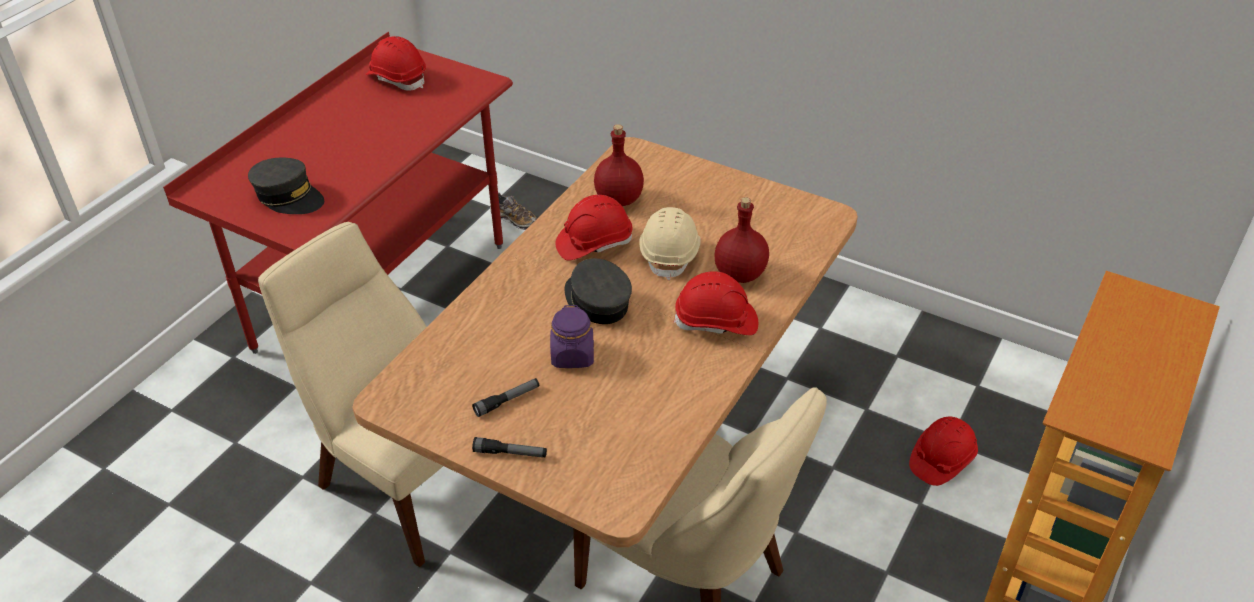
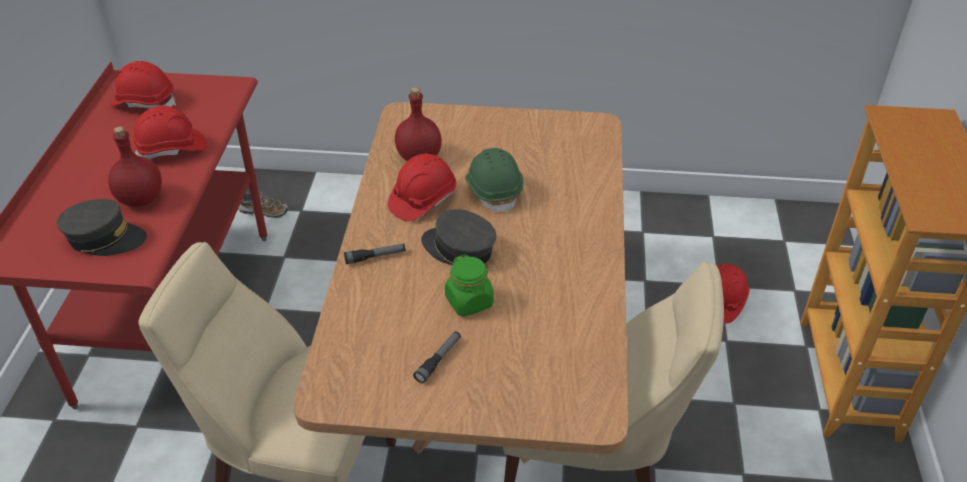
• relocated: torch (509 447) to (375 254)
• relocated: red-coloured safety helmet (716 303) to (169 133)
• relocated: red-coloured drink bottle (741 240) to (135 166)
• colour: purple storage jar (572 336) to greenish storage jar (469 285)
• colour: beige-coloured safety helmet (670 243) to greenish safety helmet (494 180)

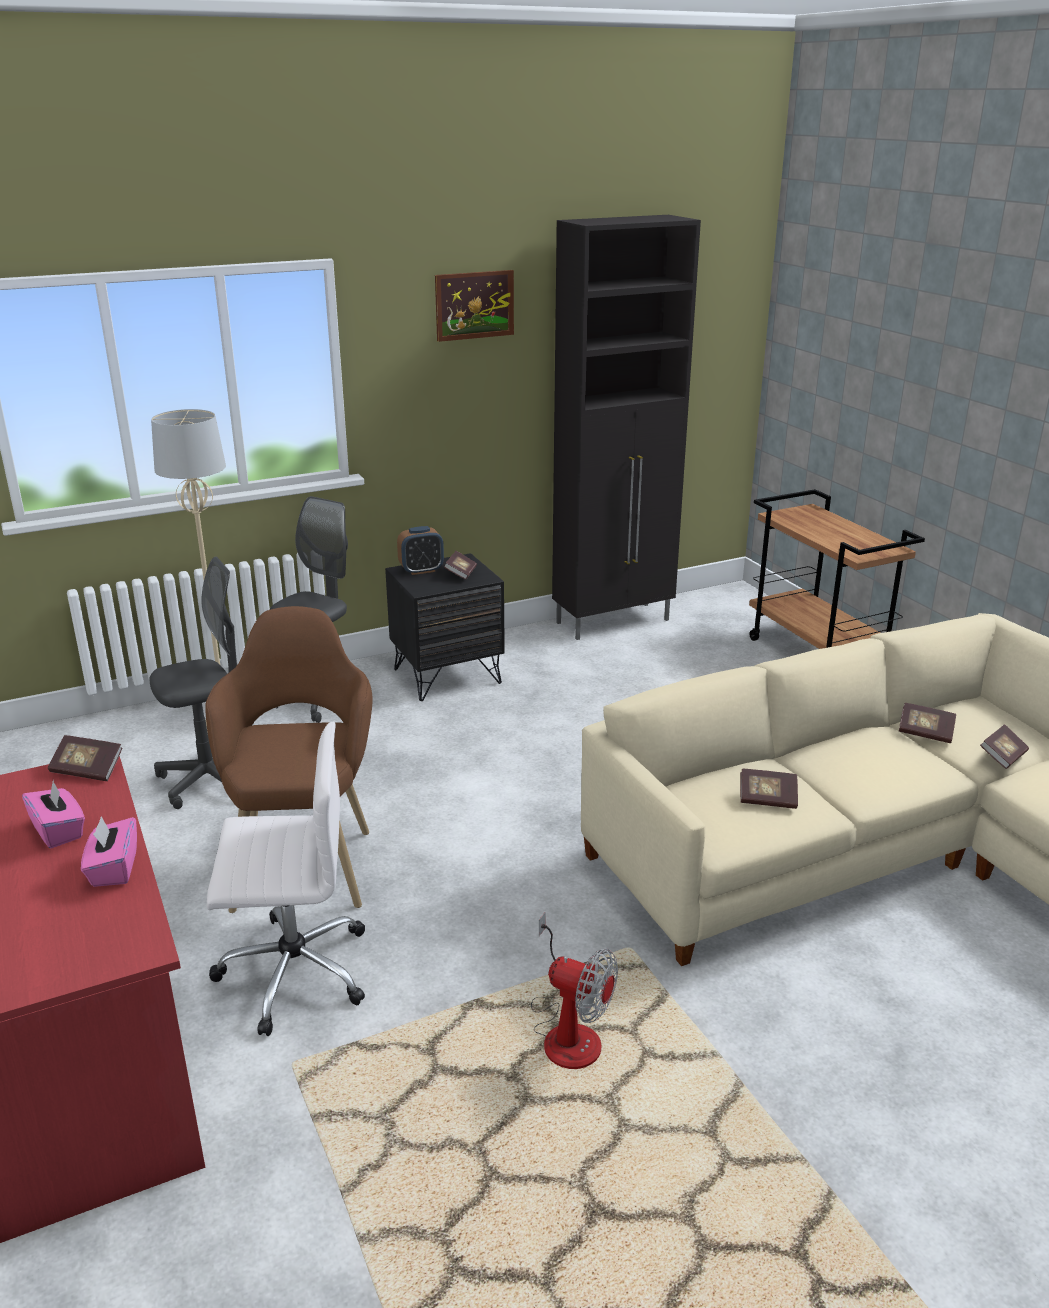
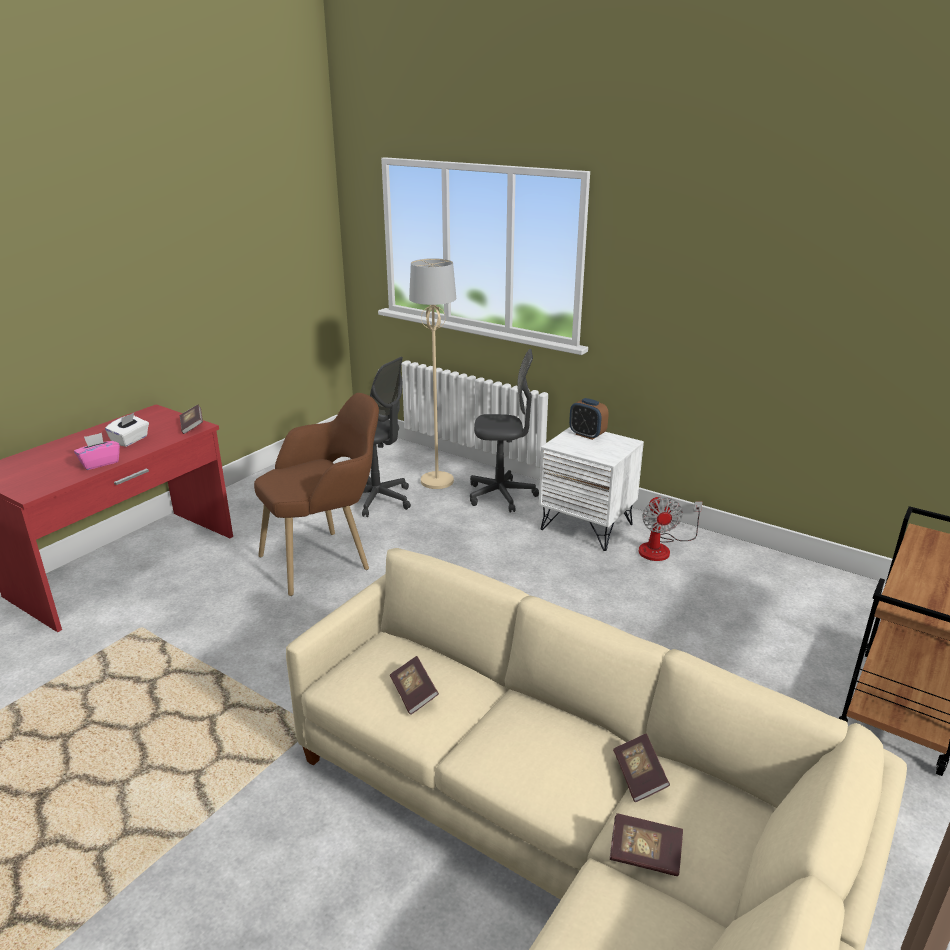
• missing: white-coloured office chair (286 878)
• missing: wall art (474 306)
• missing: bound book (460 565)
• missing: black cabinet (626 427)
• relocated: fan (574 990) to (670 528)
• colour: pink box of tissues (53 814) to white-coloured box of tissues (127 430)
• colour: black nightstand (445 627) to white-coloured nightstand (591 489)

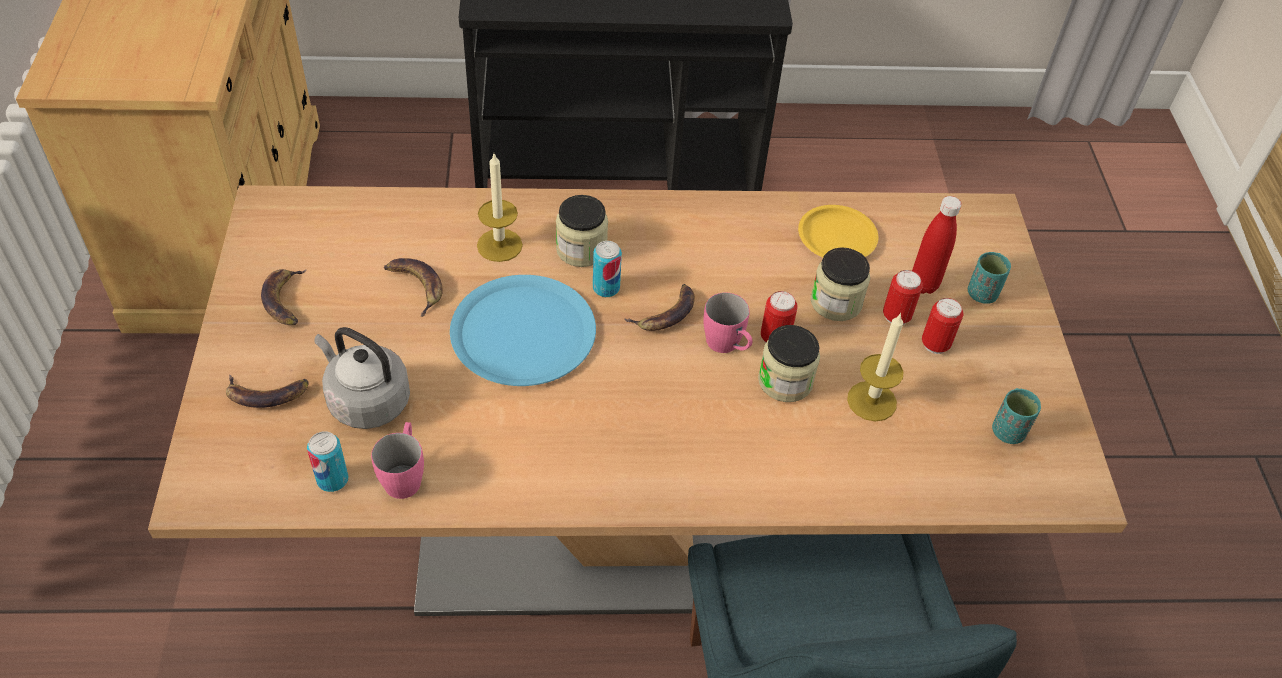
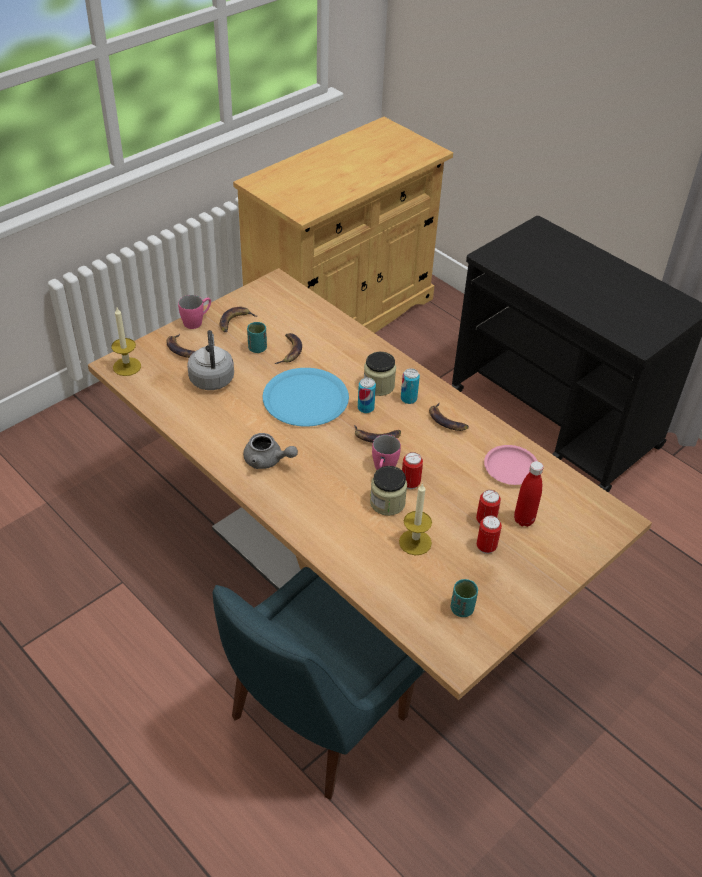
• missing: storage jar (840 284)
• appeared: greyish pot for tea (270 451)
• appeared: whole banana (449 417)
• relocated: sealed can (328 461) to (410 386)
• relocated: pink mug (397 460) to (194 312)
• relocated: candle (500 208) to (126 342)
• relocated: turquoise-coloured small cup (989 278) to (257 337)
• colour: yellow-coloured dinner plate (838 231) to pink dinner plate (511 465)

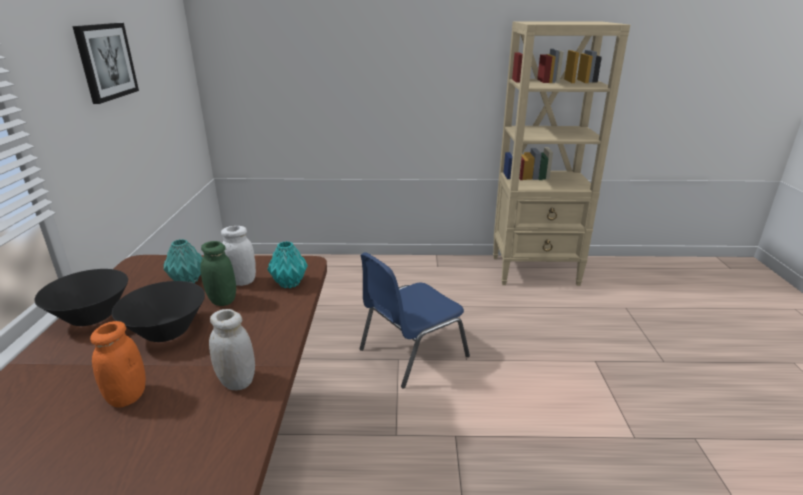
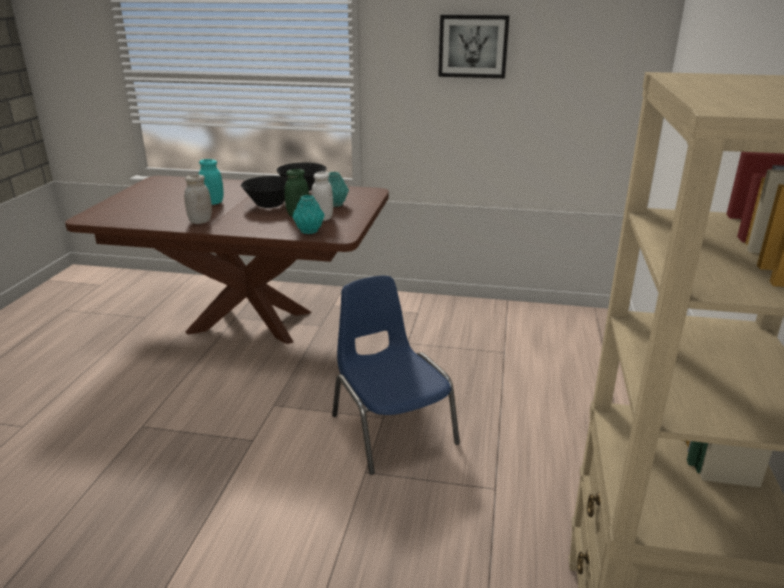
• colour: orange storage jar (118 364) to turquoise-coloured storage jar (211 182)

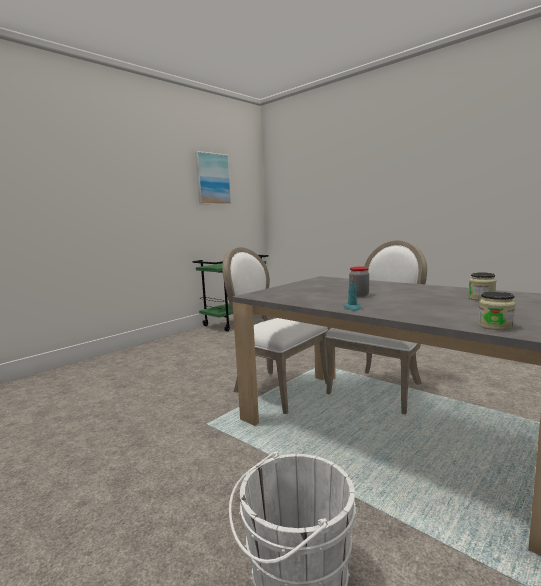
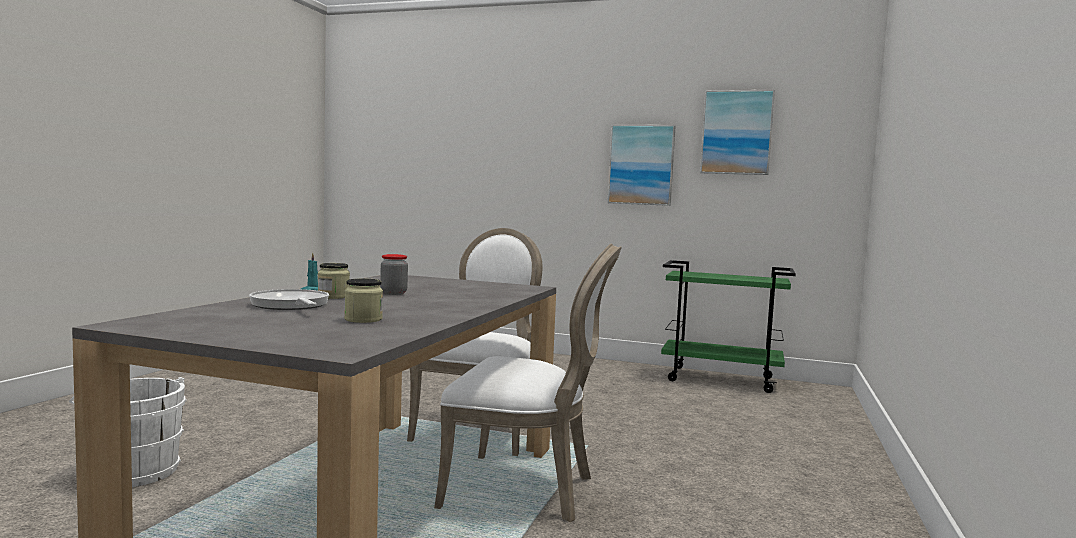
• appeared: frying pan (289 299)
• appeared: wall art (641 165)
• relocated: storage jar (497 310) to (334 281)

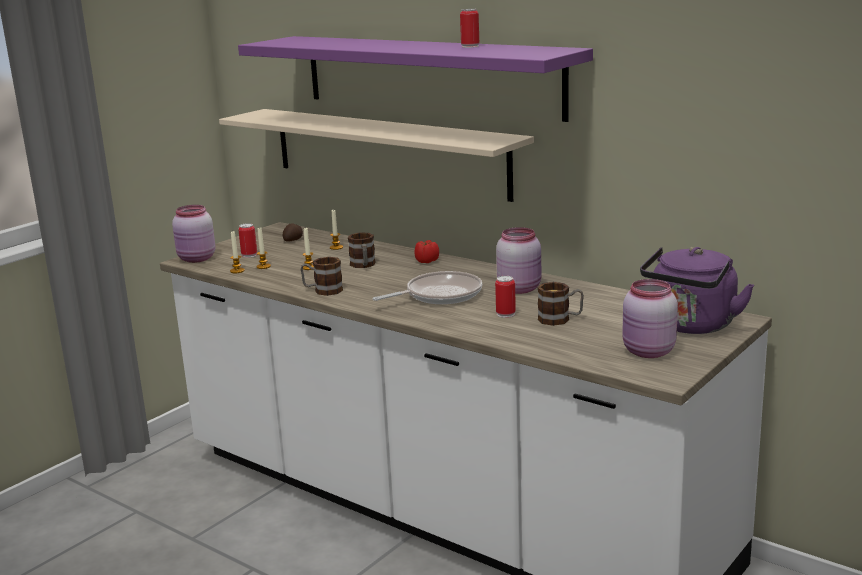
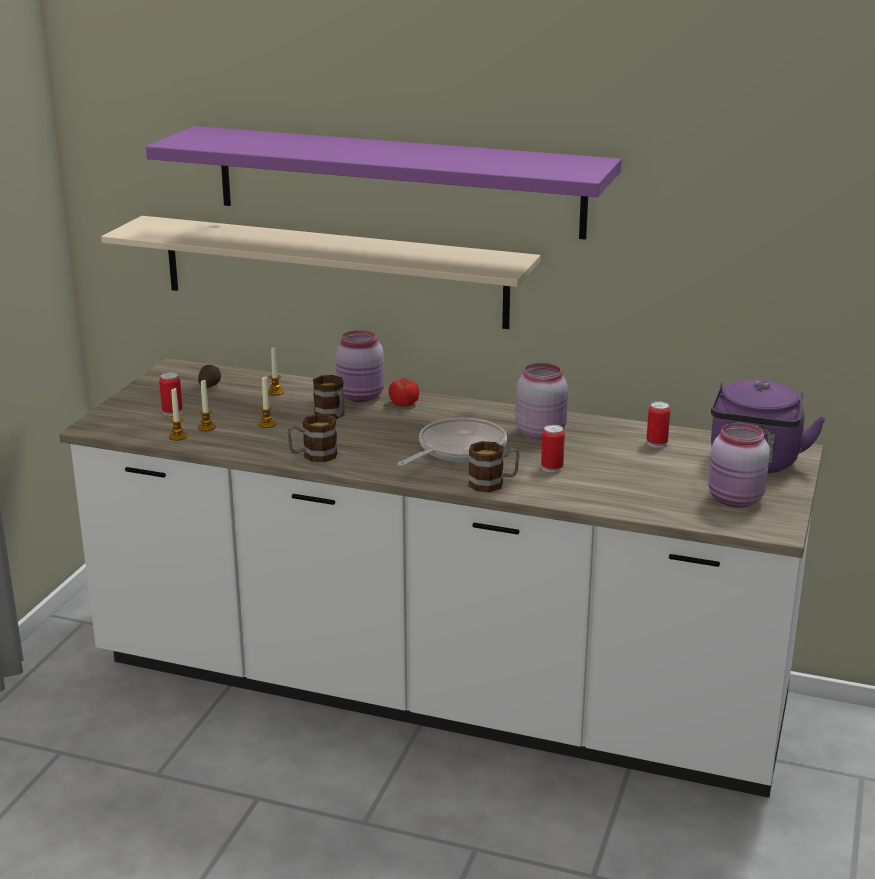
• relocated: pink storage jar (193 234) to (359 366)
• relocated: sealed can (469 28) to (658 424)
• relocated: mug (560 304) to (493 466)

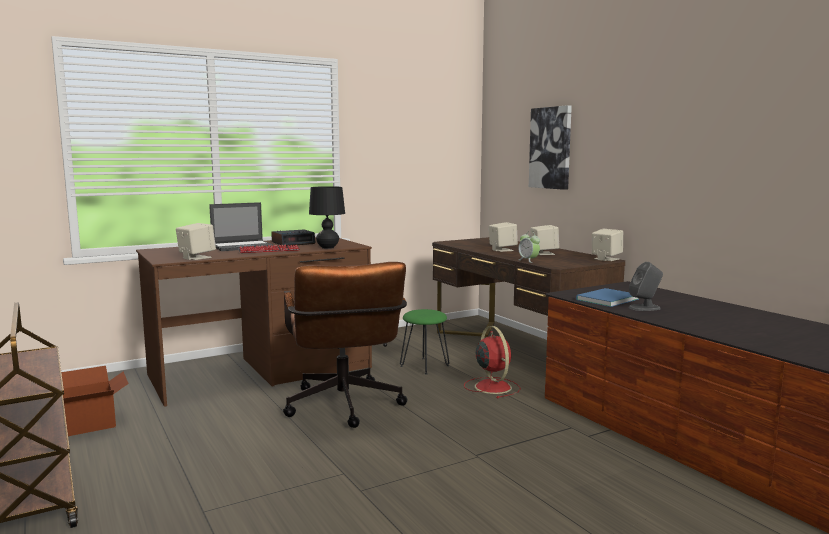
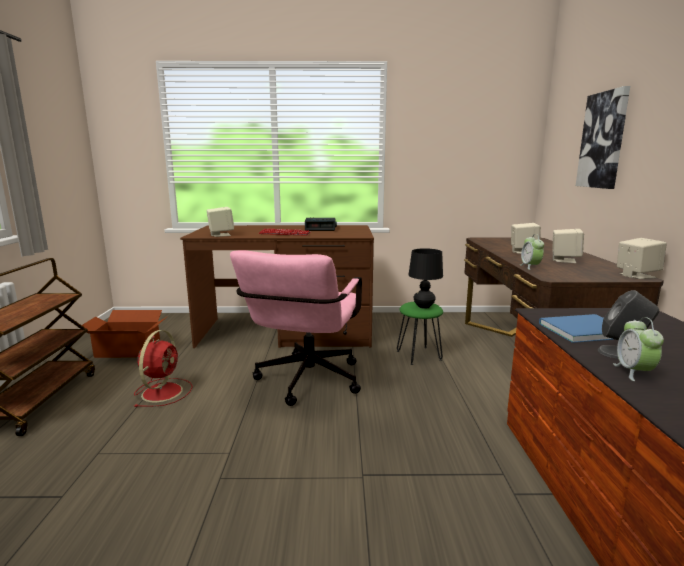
• missing: notebook computer (241 226)
• appeared: table clock (638 349)
• relocated: black table lamp (327 217) to (426 278)
• relocated: red-coloured fan (492 362) to (163 368)
• colour: brown-coloured office chair (345 345) to pink office chair (296 328)

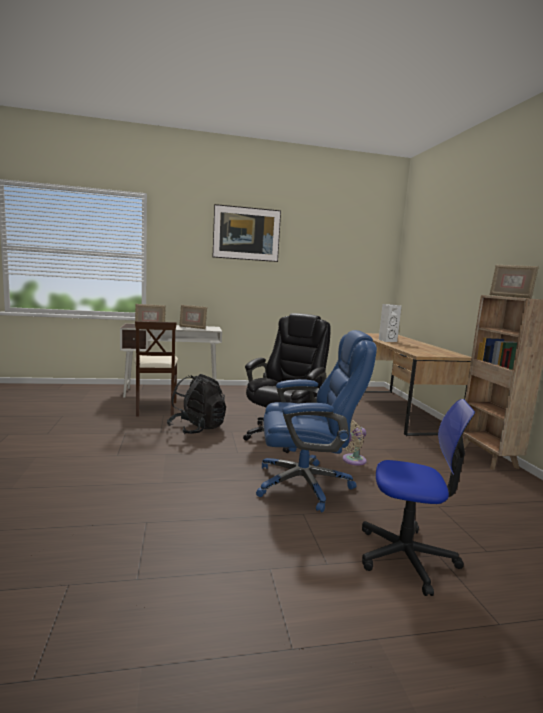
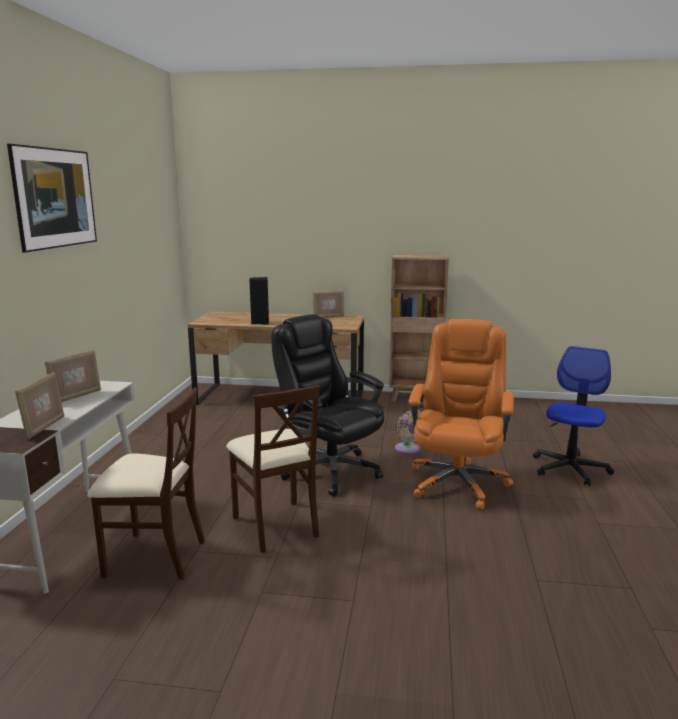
• relocated: picture frame (514 281) to (328 304)
• exchanged: black knapsack (196 404) to beige-coloured upright chair (273 469)
• colour: bluish office chair (316 421) to orange office chair (461 414)
• colour: white-coloured audio speaker (390 323) to black audio speaker (259 301)

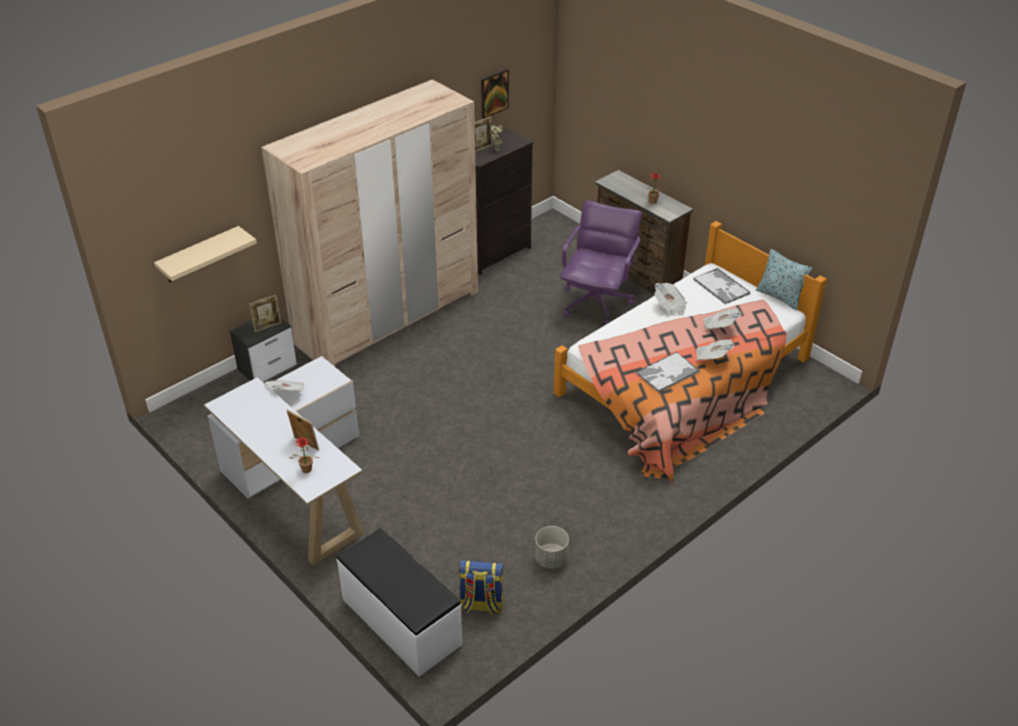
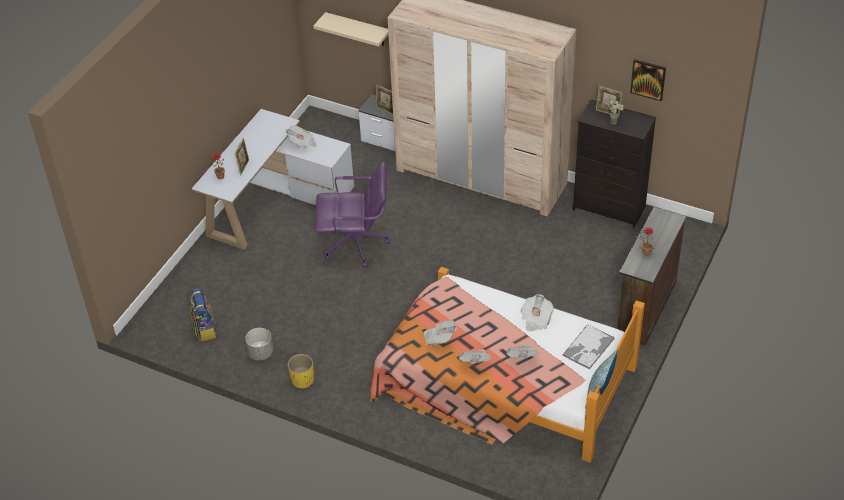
• missing: white-coloured long seat (400 602)
• appeared: yellow-coloured flower pot (301 371)
• relocated: purple office chair (601 262) to (352 214)
• exchanged: carrying tray (668 372) to newspaper (440 332)

